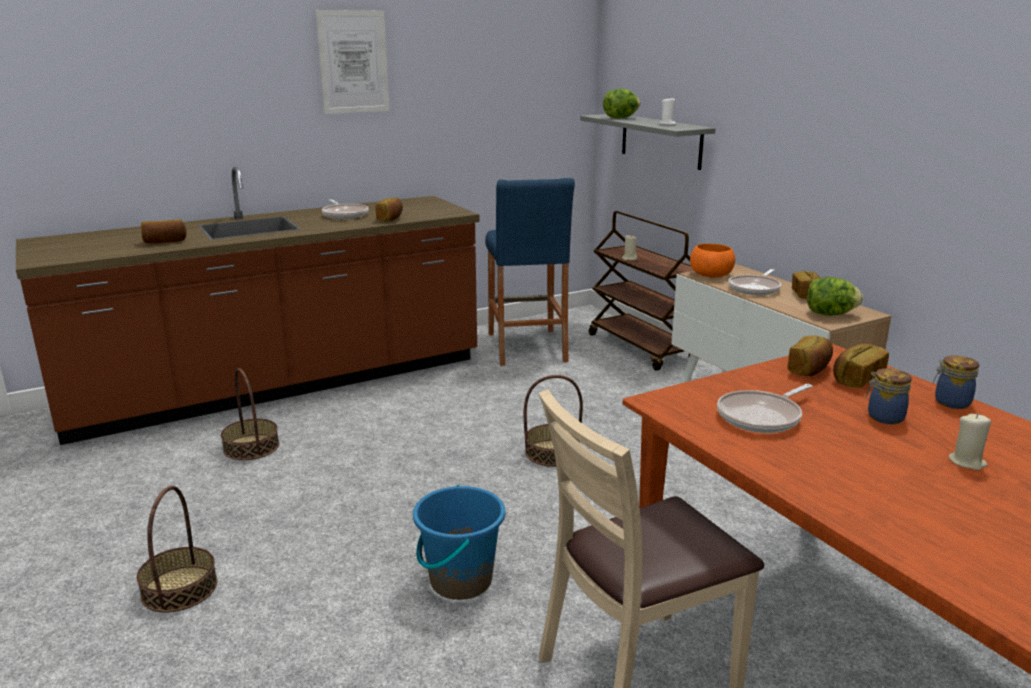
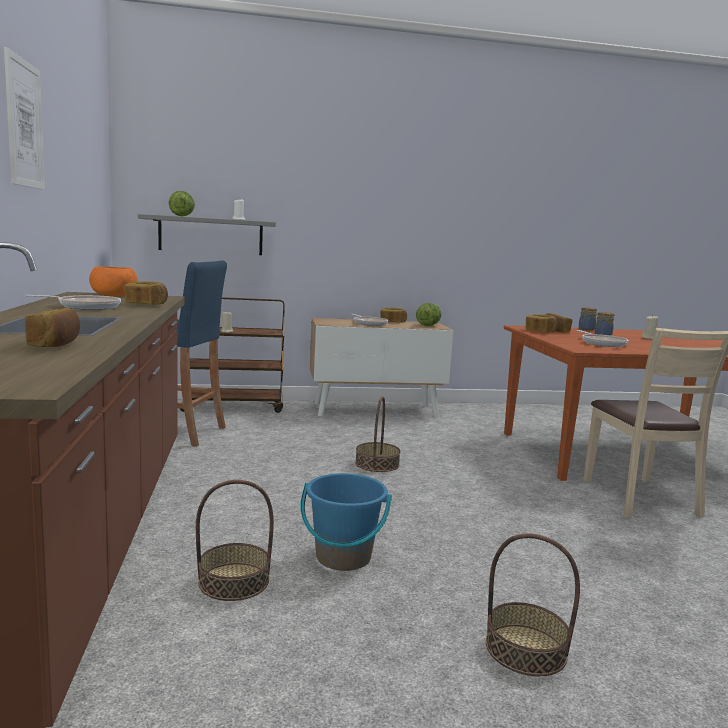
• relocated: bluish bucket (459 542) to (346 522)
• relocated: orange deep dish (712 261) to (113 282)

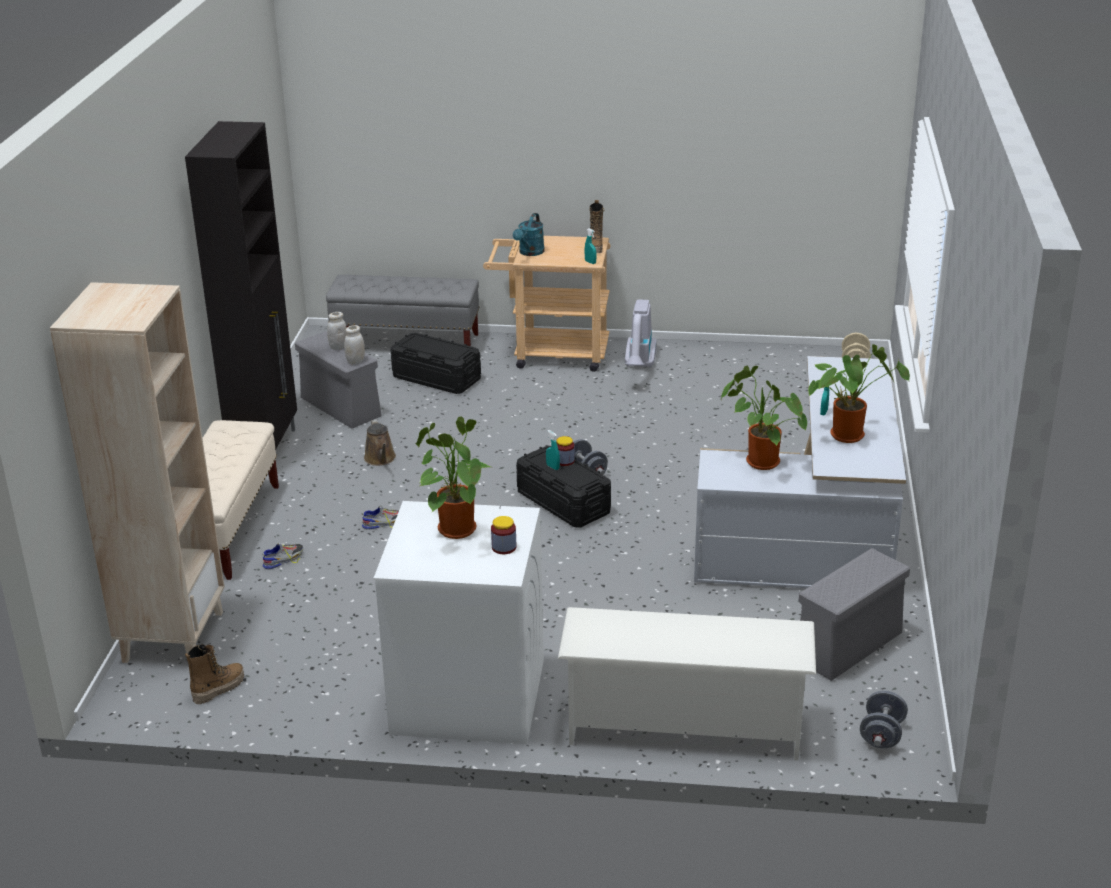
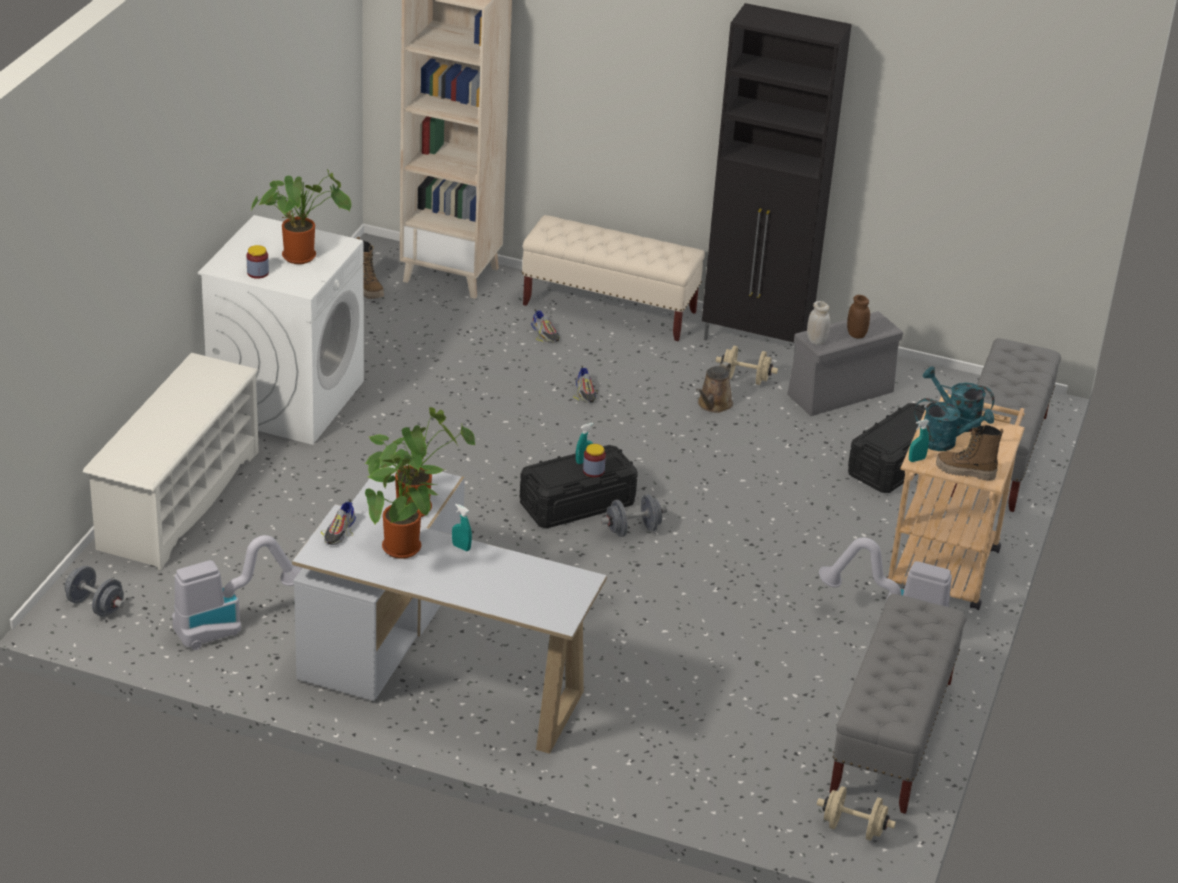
• appeared: shoe (338 522)
• appeared: beige-coloured free weight (747 365)
• appeared: greyish long seat (898 704)
• appeared: turquoise-coloured watering pot (954 424)
• exchanged: greyish storage container (854 614) to hoover (237 592)
• colour: white-coloured storage jar (337 331) to brown-coloured storage jar (858 317)
• spun: brown-coloured watering pot (380 442) = (714 387) 60 degrees counterclockwise

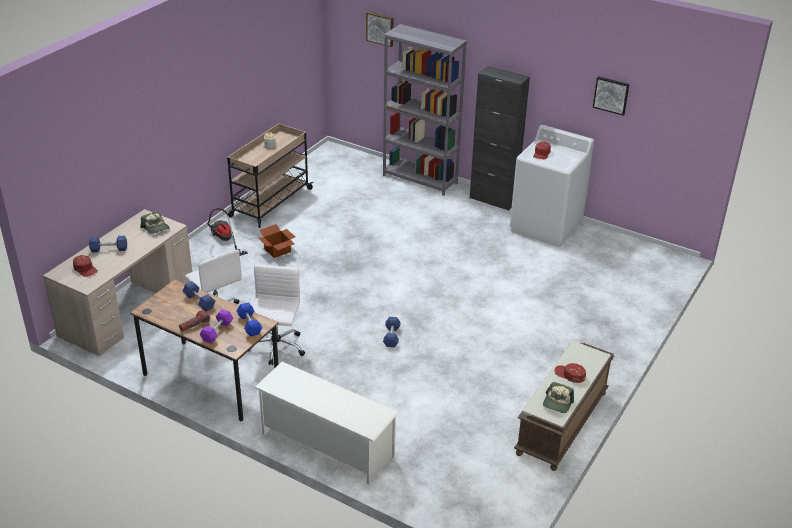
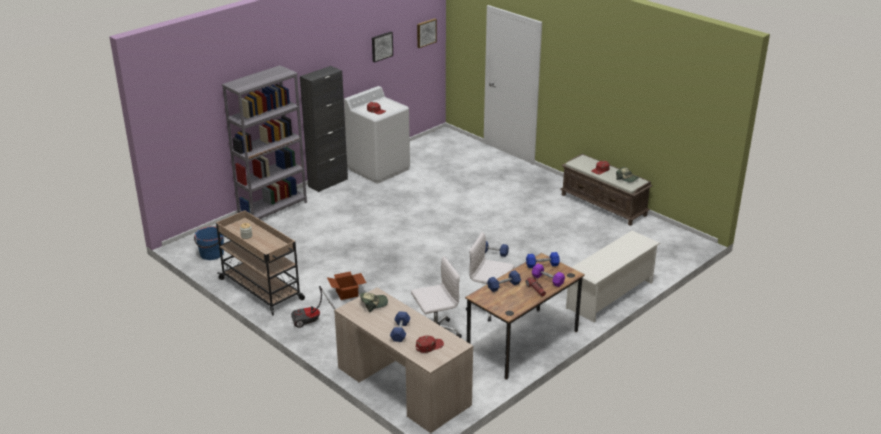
• appeared: bluish bucket (209 243)
• relocated: wall art (380 29) to (427 33)

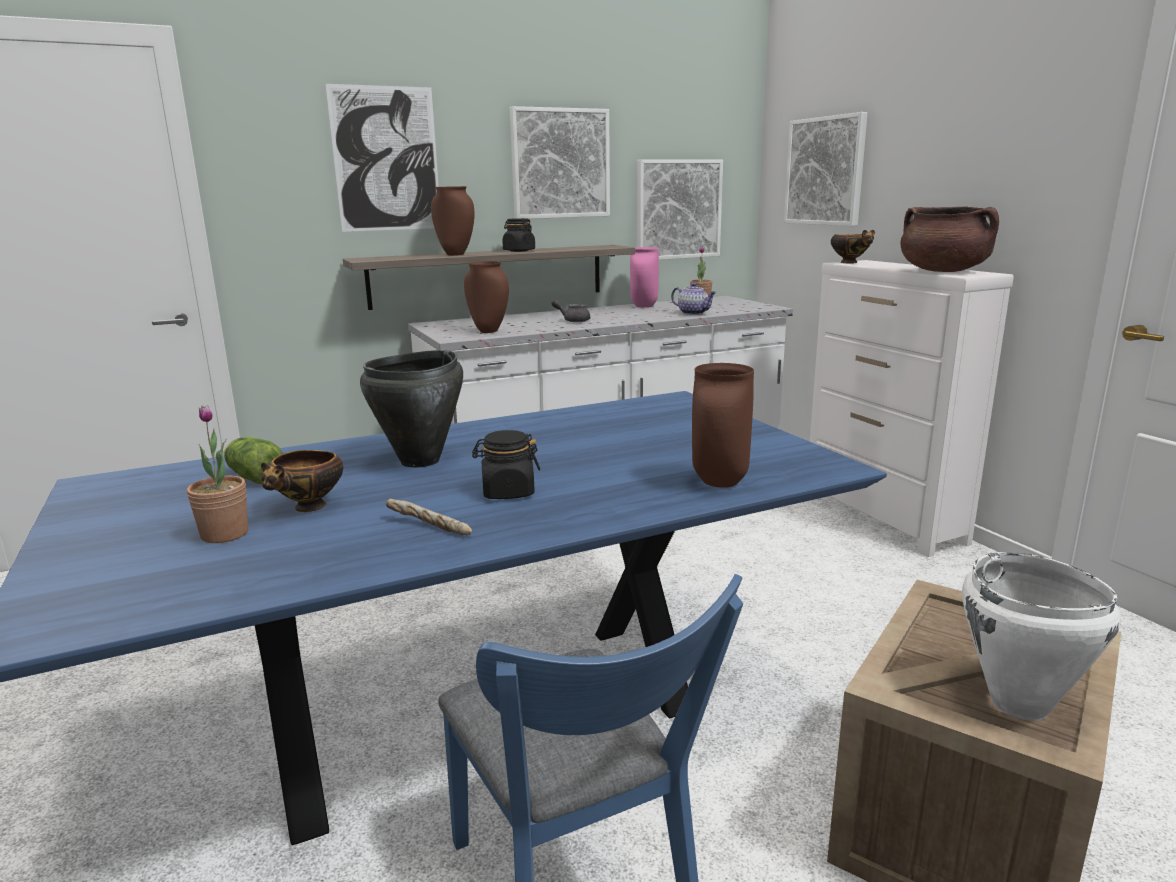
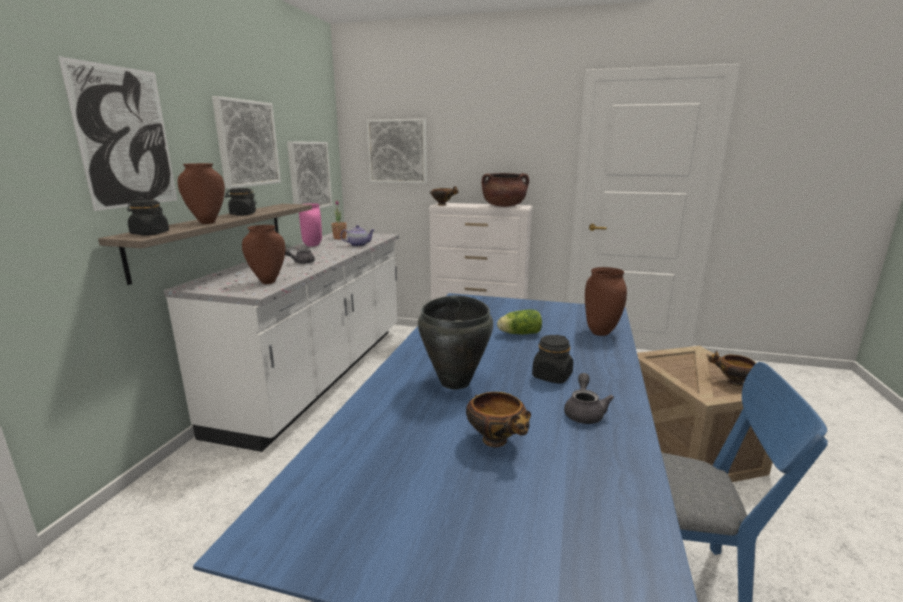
• missing: plant in a pot (217 474)
• appeared: black storage jar (148 217)
• relocated: head of lettuce (253 460) to (519 322)
• exchanged: baked bread (429 517) to greyish pot for tea (589 398)
• exchanged: white-coloured saucepot (1041 636) to deep dish (732 368)

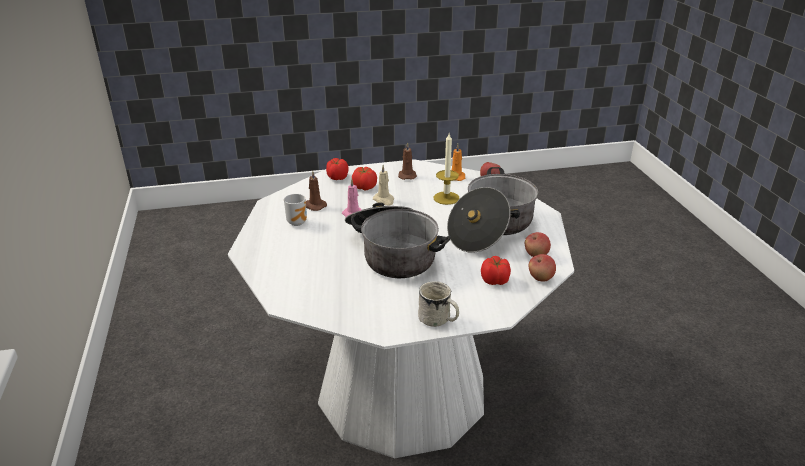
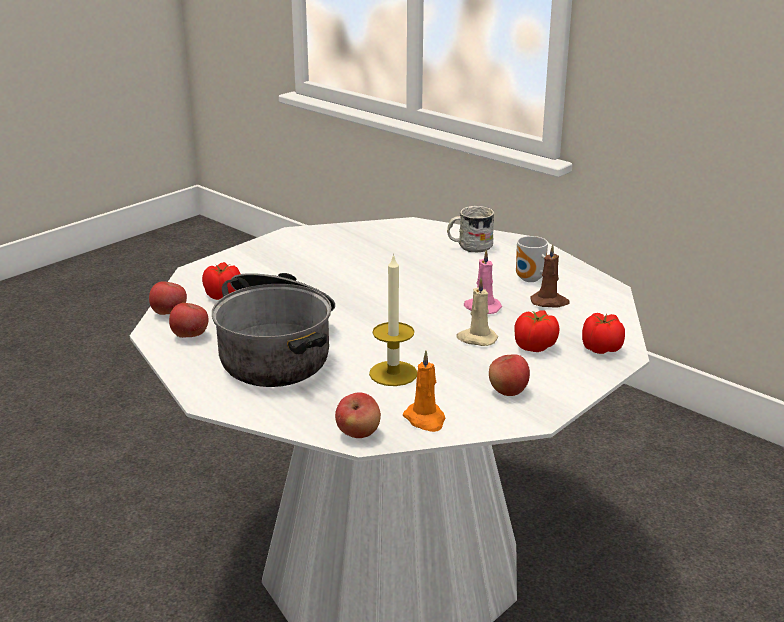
• missing: saucepot (398 240)
• relocated: white-coloured mug (438 304) to (470 229)
• exchanged: brown-coloured candle (407 161) to apple fruit (509 375)

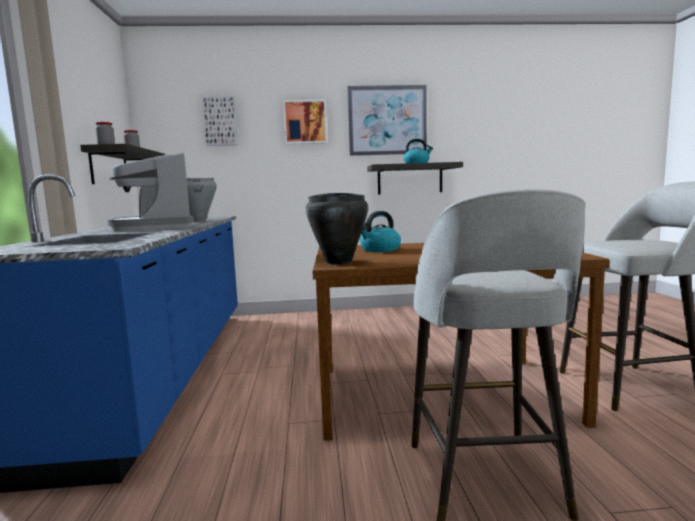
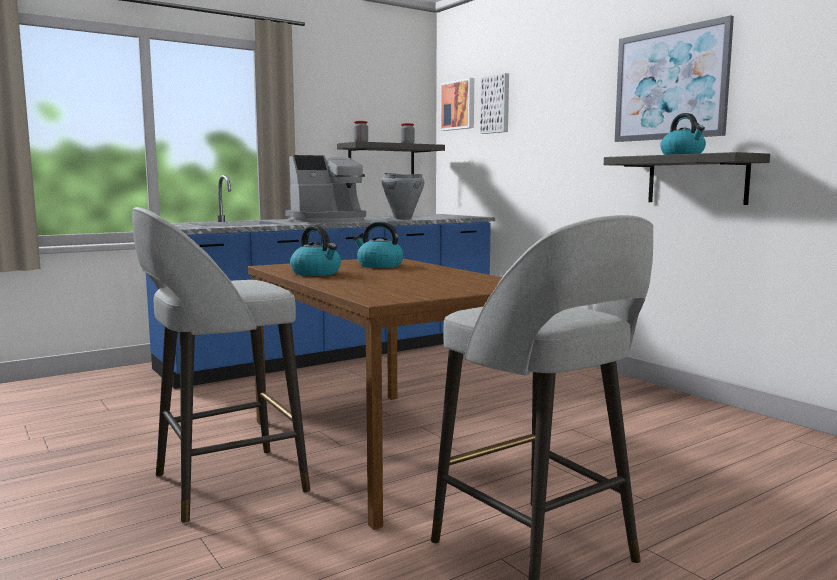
• missing: black saucepot (336 229)
• appeared: tea kettle (315 250)
• relocated: wall art (305 121) to (457 104)
• spun: coffee brewer (150 192) = (325 188) 150 degrees counterclockwise

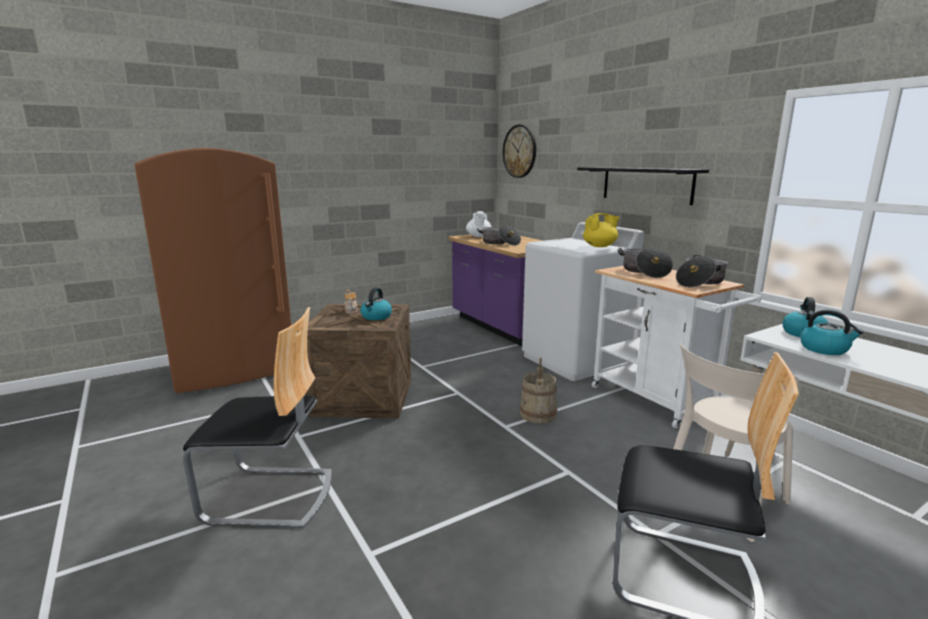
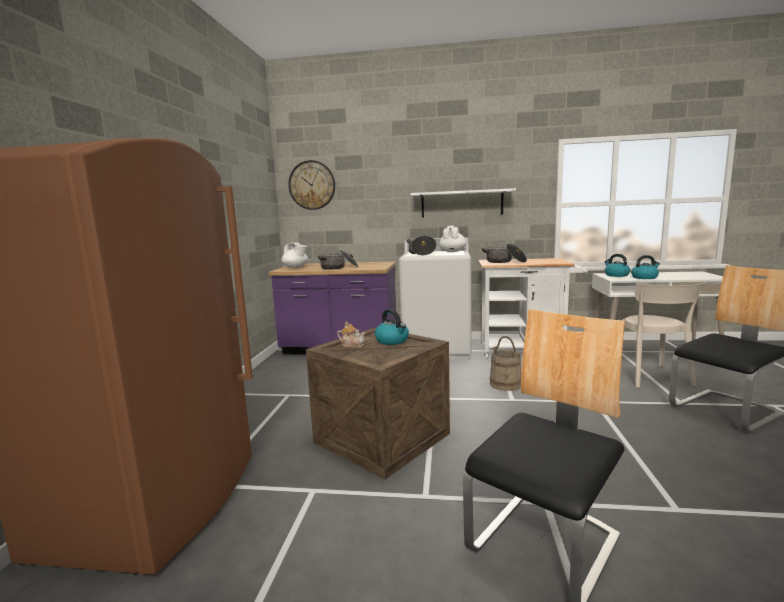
• relocated: saucepot (702 271) to (421 245)
• colour: black bracket shelf (643 186) to white-coloured bracket shelf (463 202)
• colour: yellow-coloured pot for tea (601 230) to white-coloured pot for tea (452 239)

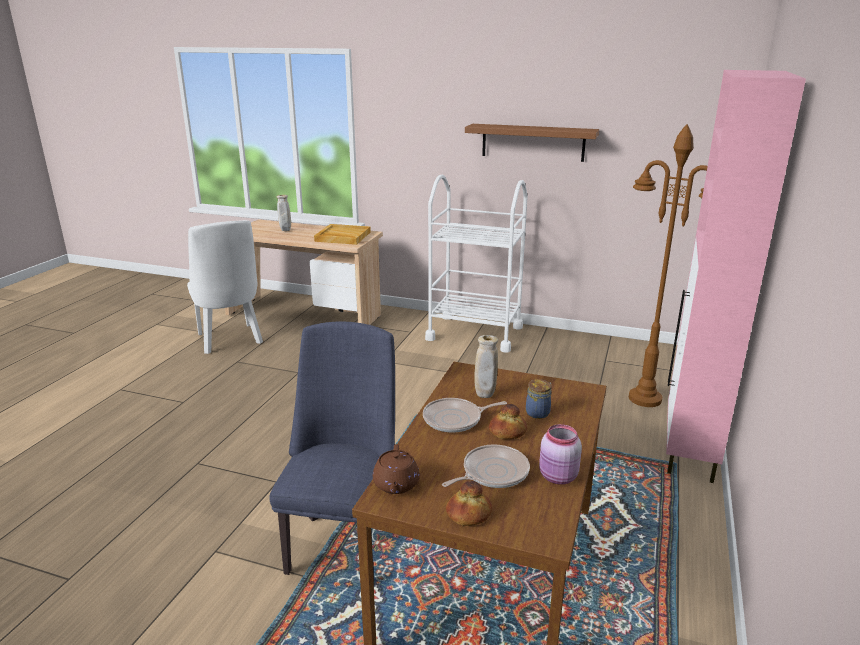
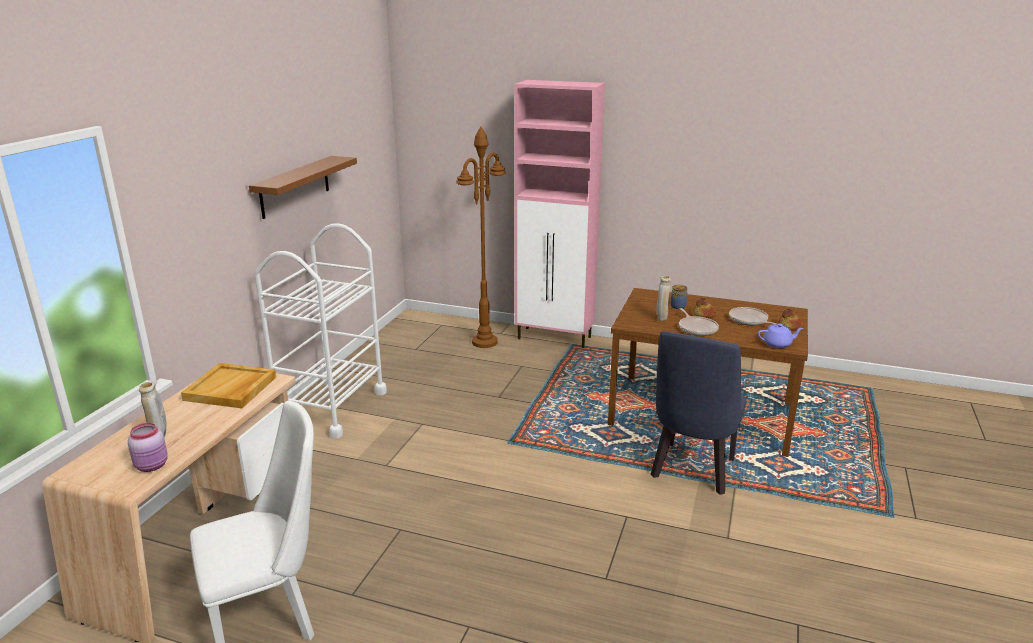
• relocated: pink storage jar (560 454) to (148 447)
• colour: brown-coloured pot for tea (396 469) to purple pot for tea (781 335)
• spun: bluish upright chair (332 452) = (698 413) 75 degrees counterclockwise

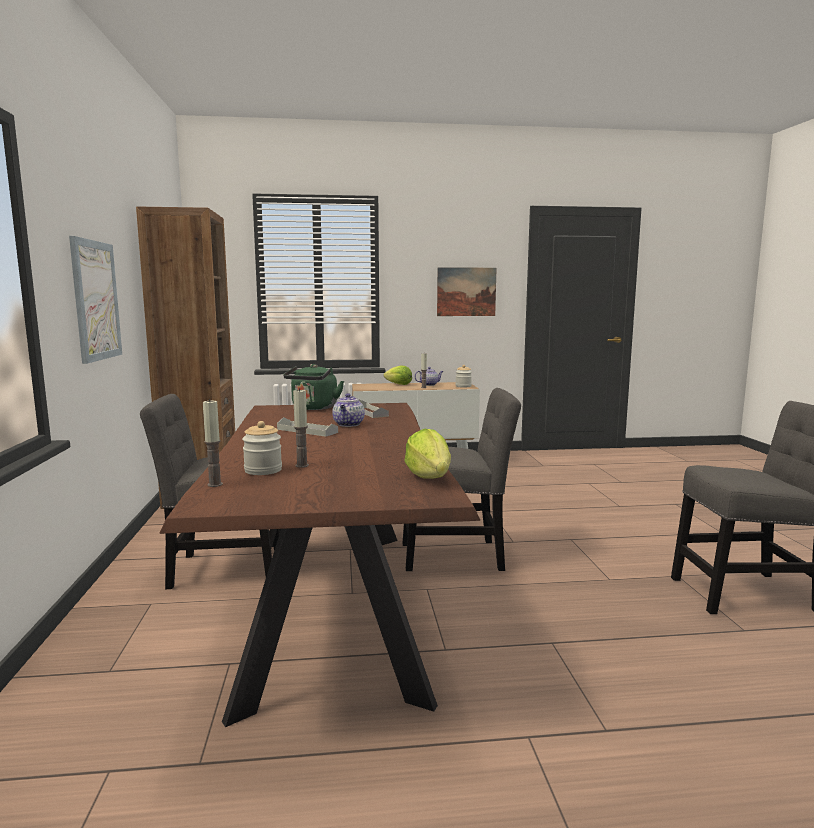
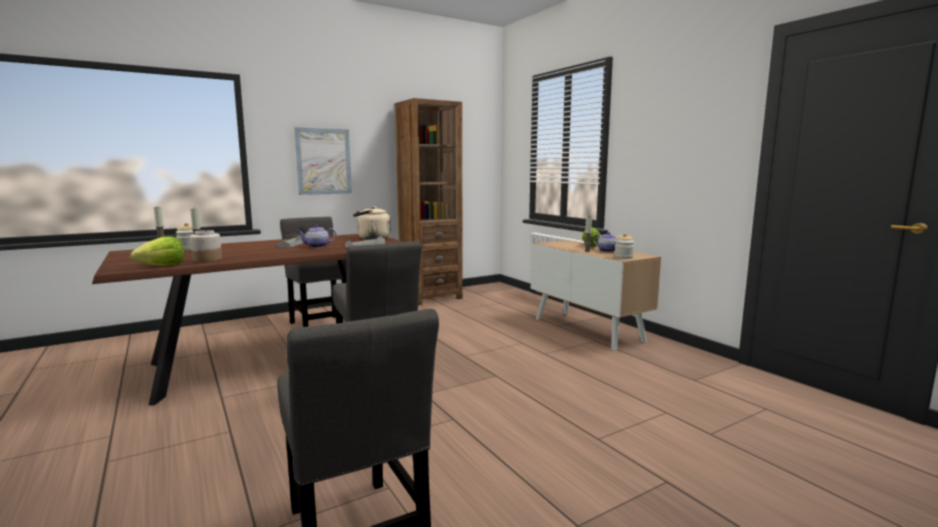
• missing: wall art (467 291)
• appeared: storage jar (206 246)
• colour: greenish tea kettle (313 387) to beige-coloured tea kettle (372 223)

